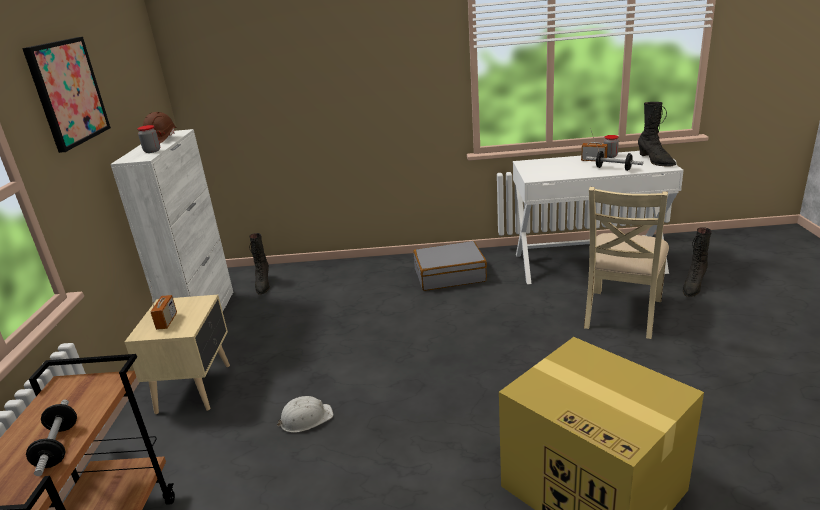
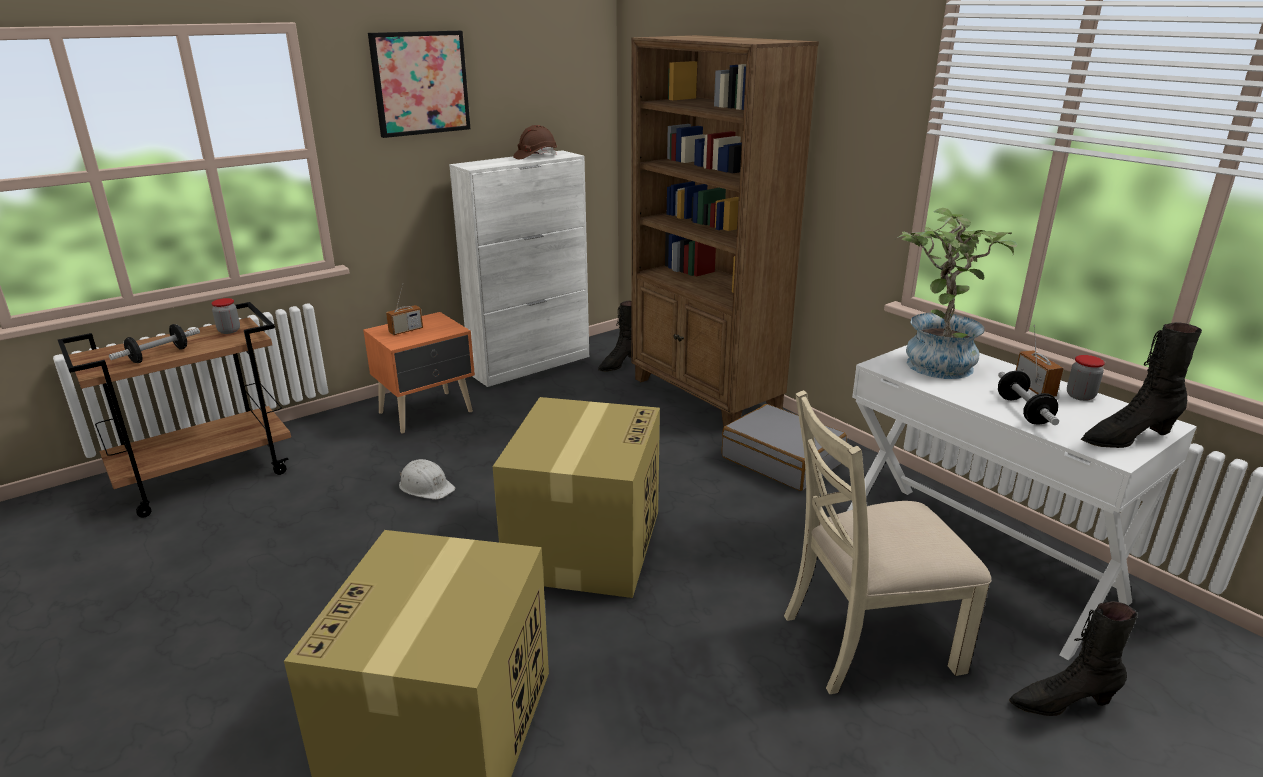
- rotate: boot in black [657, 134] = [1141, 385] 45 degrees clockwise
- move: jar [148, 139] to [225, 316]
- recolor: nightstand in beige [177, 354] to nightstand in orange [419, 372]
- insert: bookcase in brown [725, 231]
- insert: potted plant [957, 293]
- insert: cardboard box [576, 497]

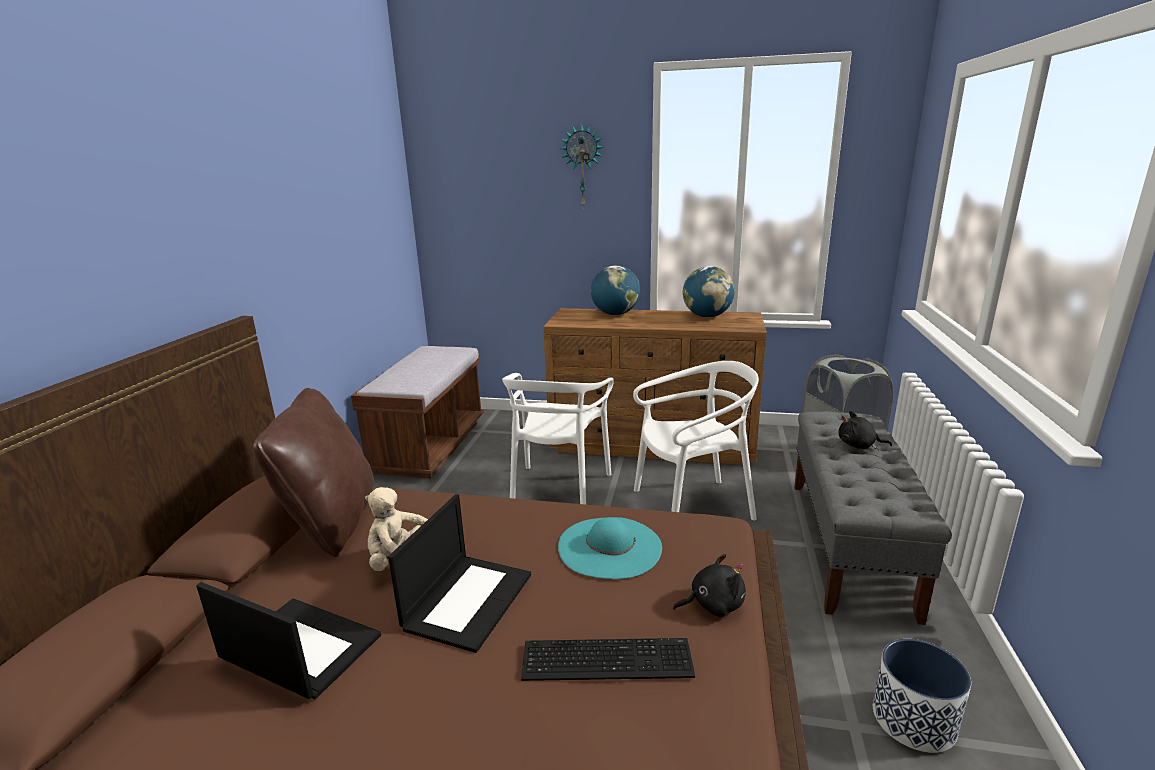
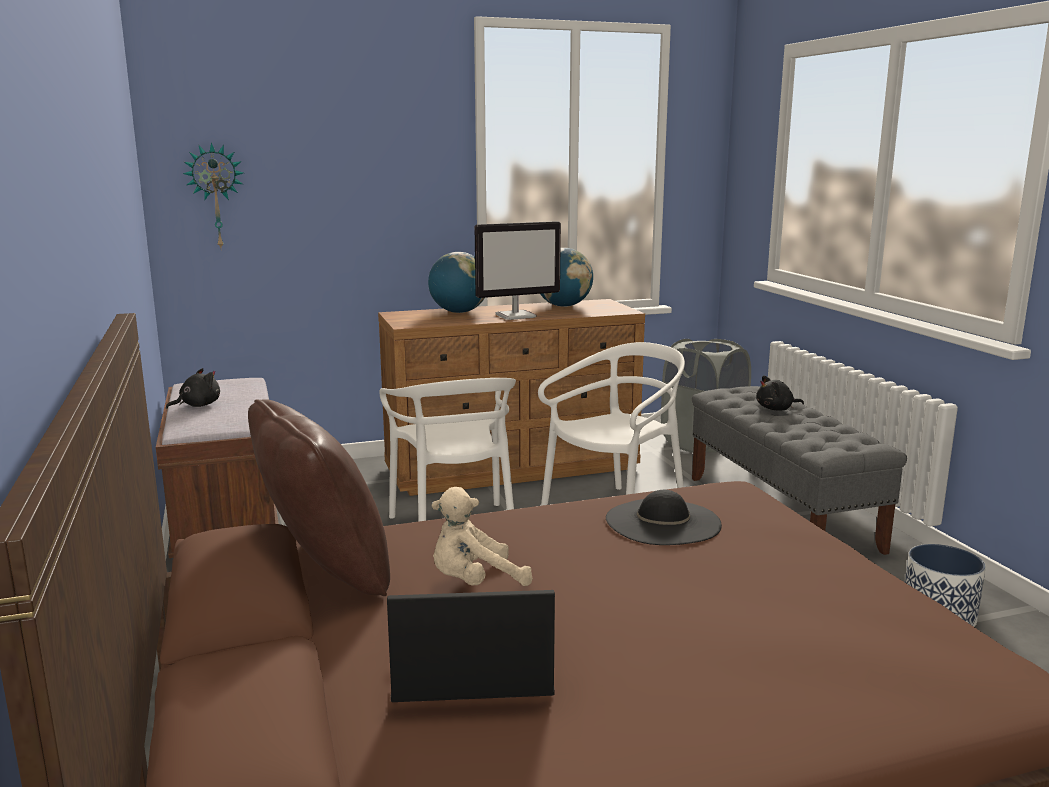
- move: wall clock [582, 165] to [213, 195]
- delete: laptop [459, 573]
- recolor: hat in turquoise [610, 548] to hat in black [664, 517]
- move: plush toy in black [709, 585] to [193, 388]
- delete: keyboard [608, 659]
- insert: monitor [517, 270]

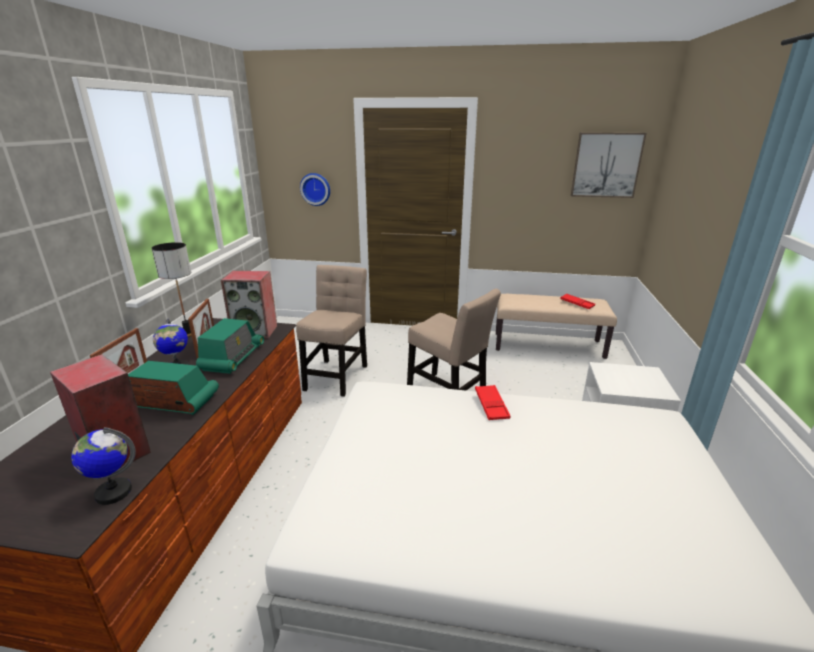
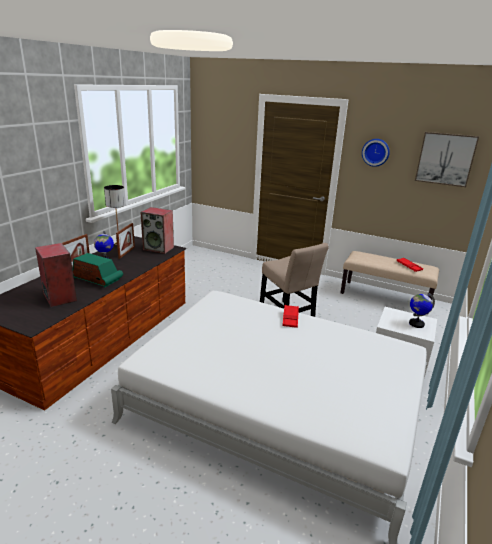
- move: wall clock [315, 189] to [376, 153]
- delete: chair in beige [331, 331]
- delete: radio [230, 346]
- move: globe [103, 466] to [422, 310]

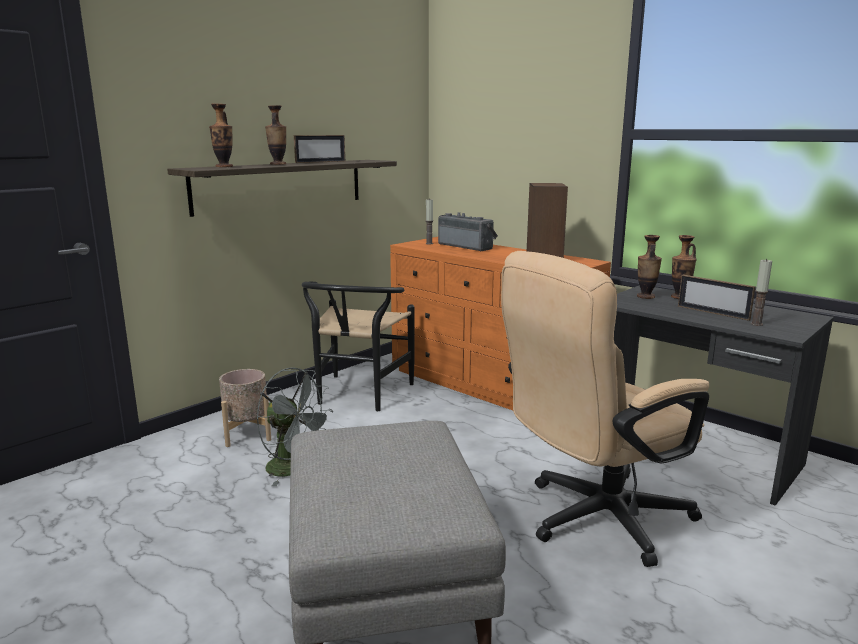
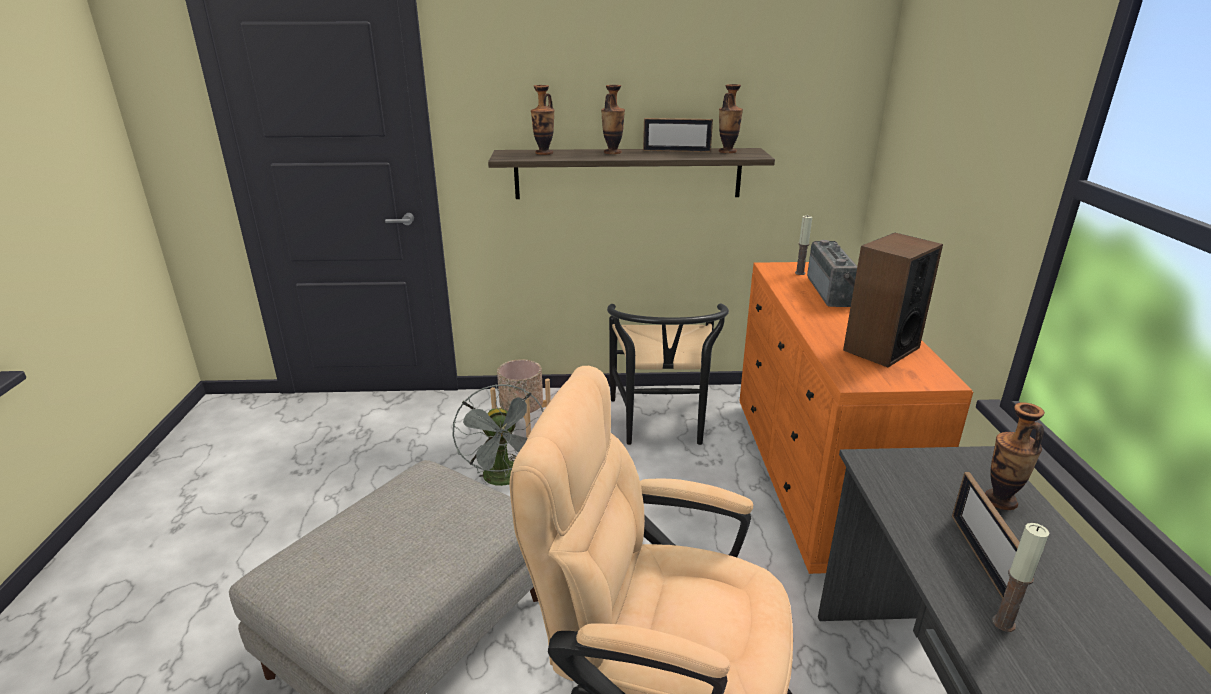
- move: vase [649, 267] to [731, 118]
- rotate: chair in black [358, 346] = [668, 374] 60 degrees counterclockwise

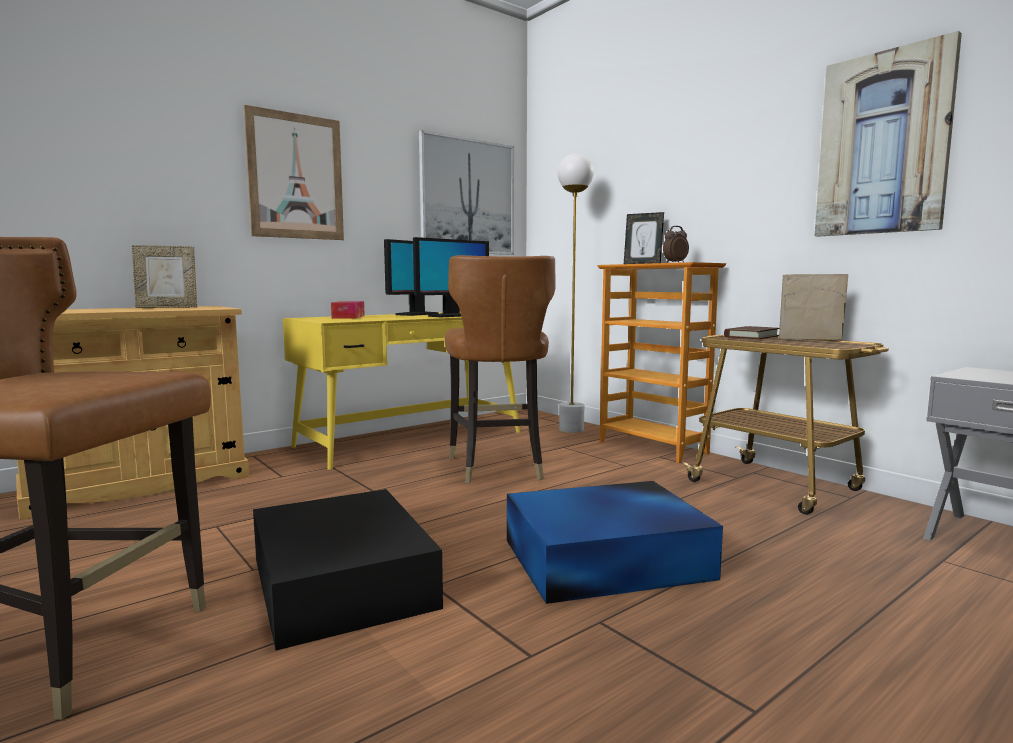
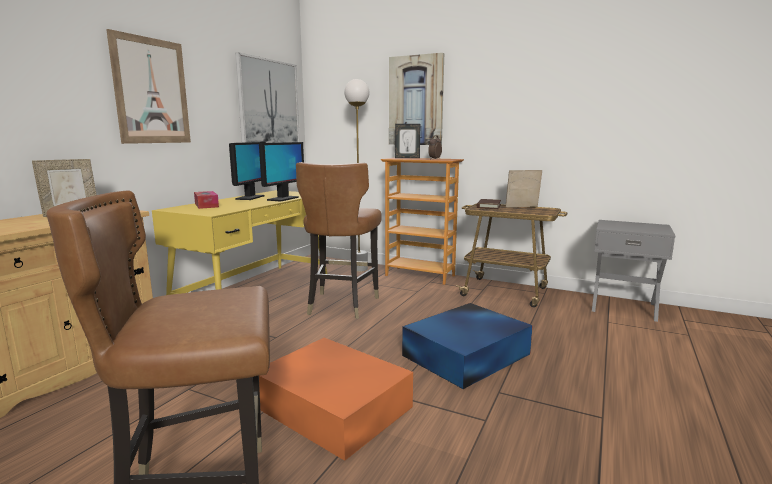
- move: picture [888, 134] to [416, 99]
- rotate: chair in brown [500, 369] = [339, 240] 45 degrees clockwise
- recolor: storage box in black [348, 569] to storage box in orange [336, 399]

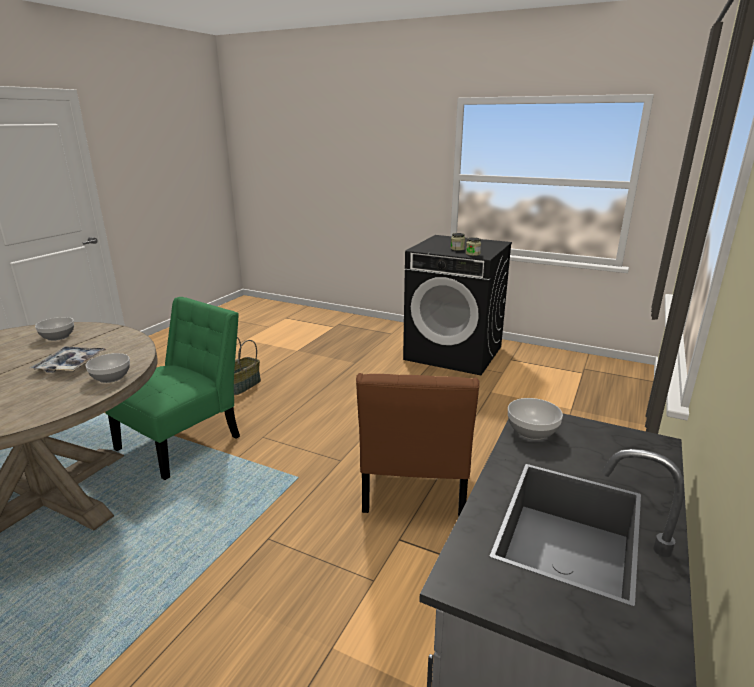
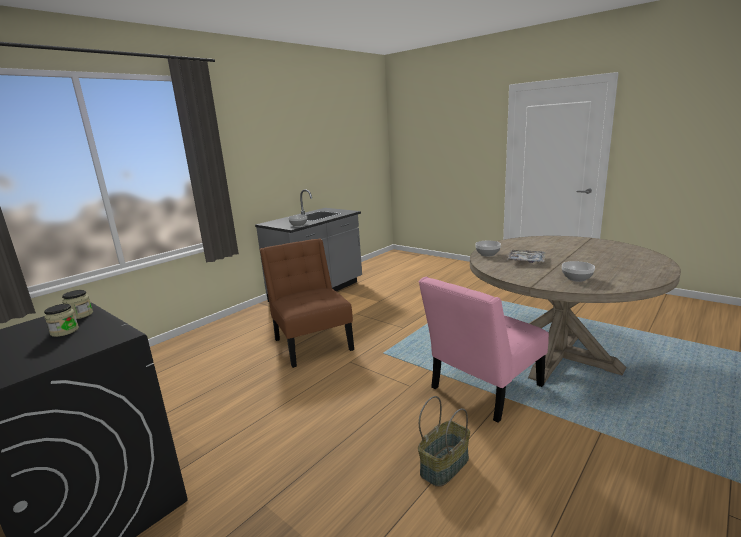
- recolor: chair in green [172, 388] to chair in pink [484, 350]
- rotate: chair in brown [418, 445] = [307, 303] 45 degrees counterclockwise

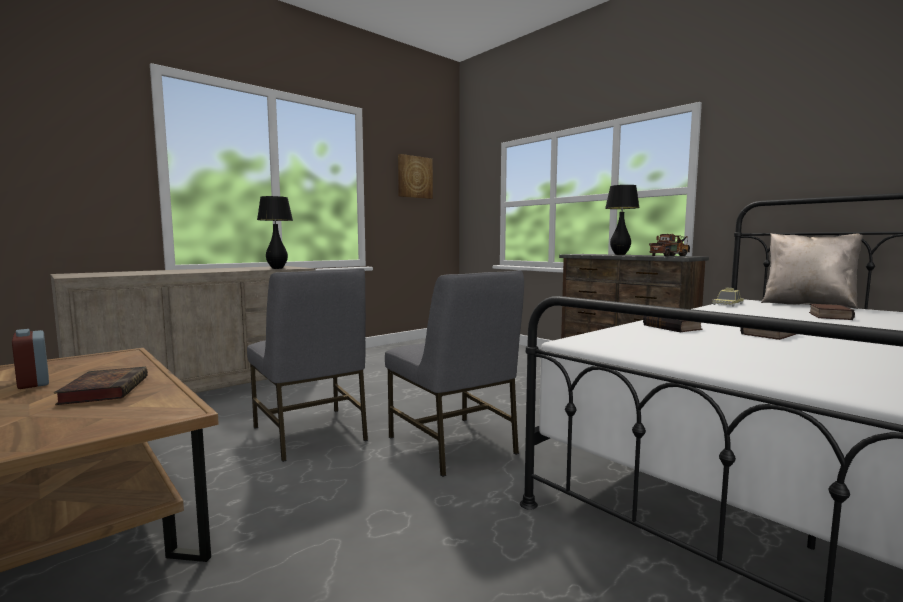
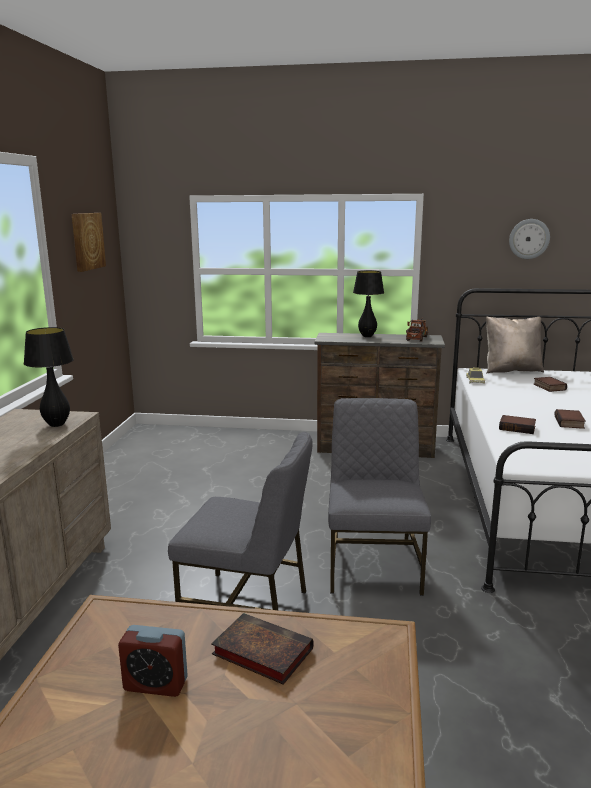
- rotate: chair in grey [454, 373] = [379, 497] 105 degrees counterclockwise
- insert: wall clock [529, 239]

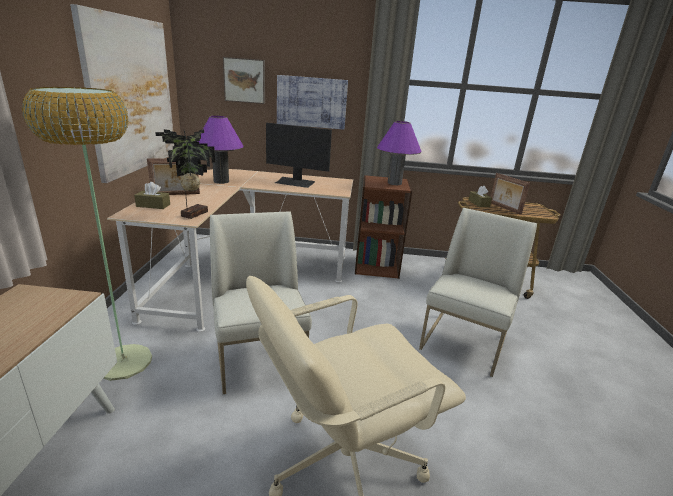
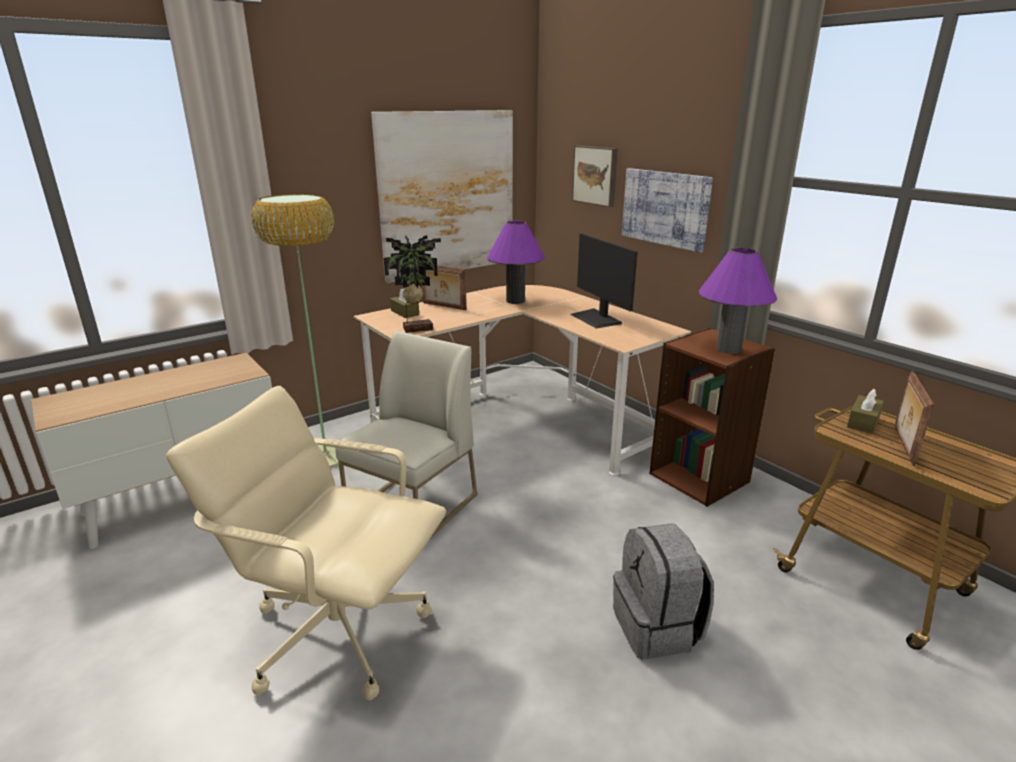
- replace: chair in white [478, 292] to backpack in grey [663, 591]

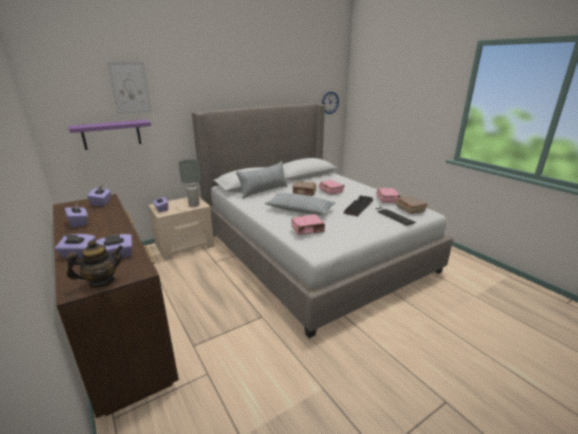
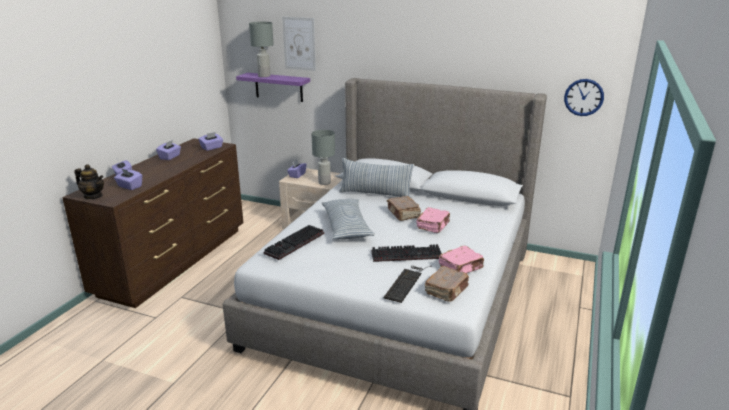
- replace: book in pink [308, 224] to keyboard [294, 242]
- insert: table lamp in grey [261, 49]

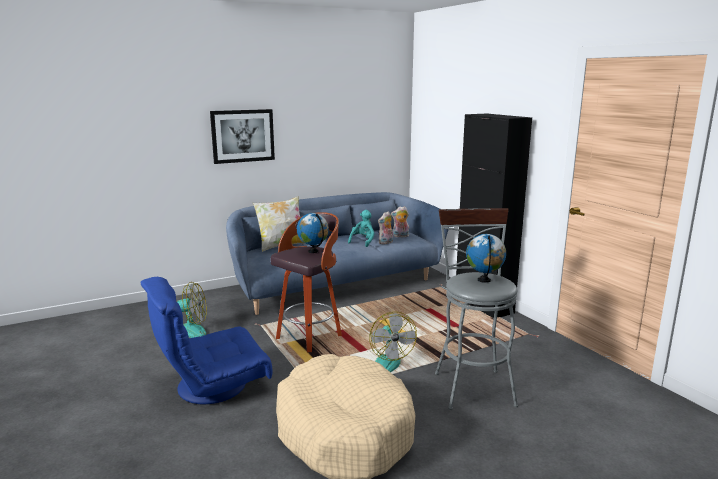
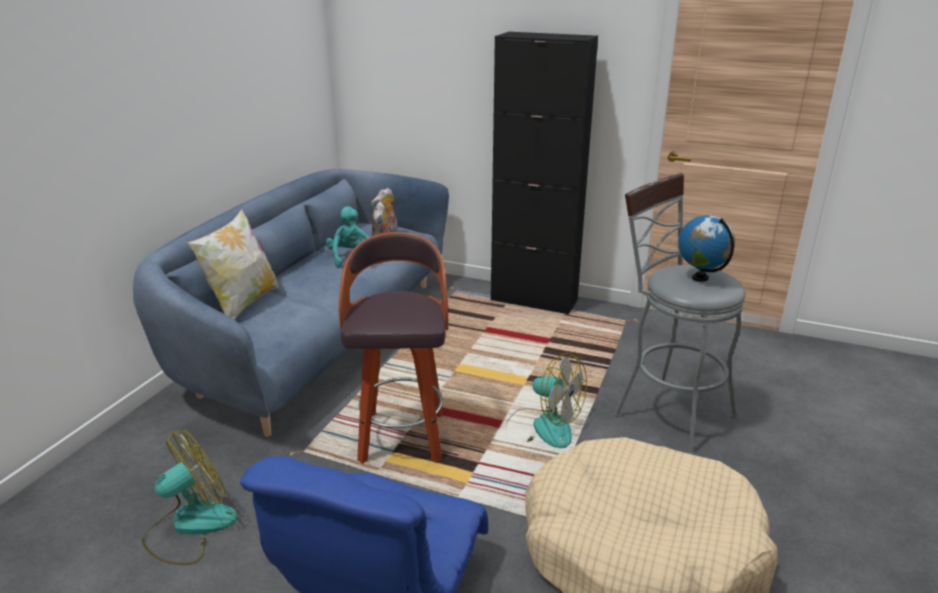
- delete: picture [242, 136]
- delete: globe [313, 233]

